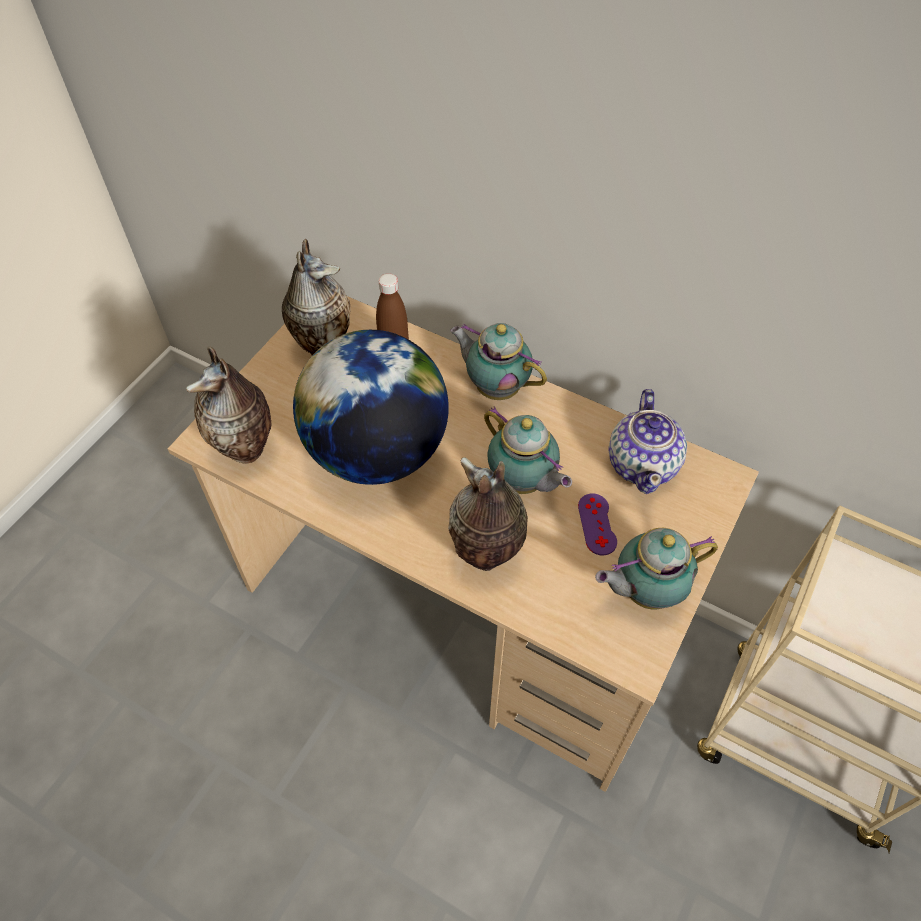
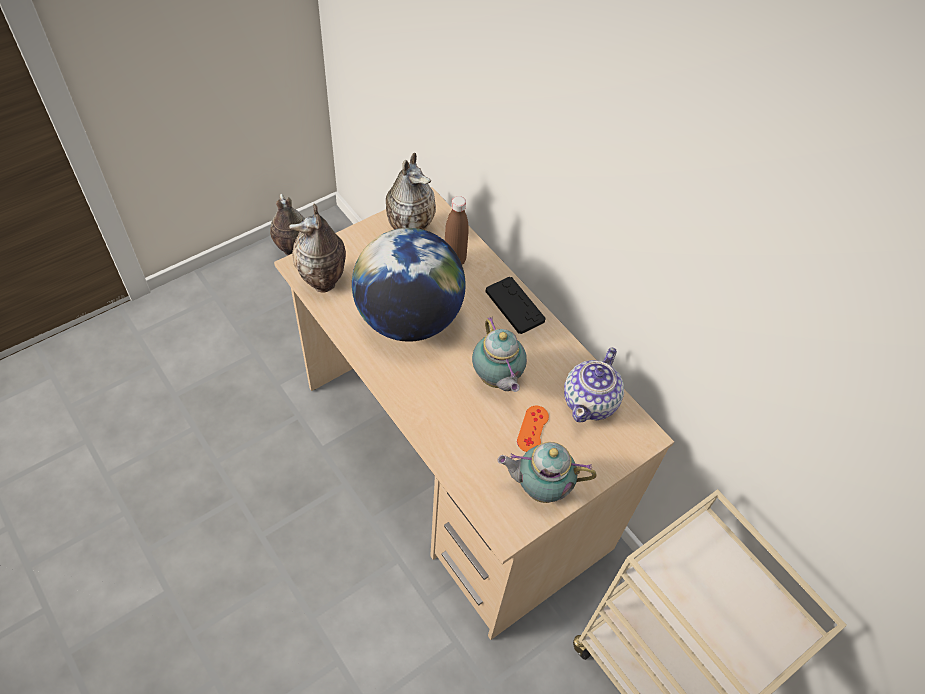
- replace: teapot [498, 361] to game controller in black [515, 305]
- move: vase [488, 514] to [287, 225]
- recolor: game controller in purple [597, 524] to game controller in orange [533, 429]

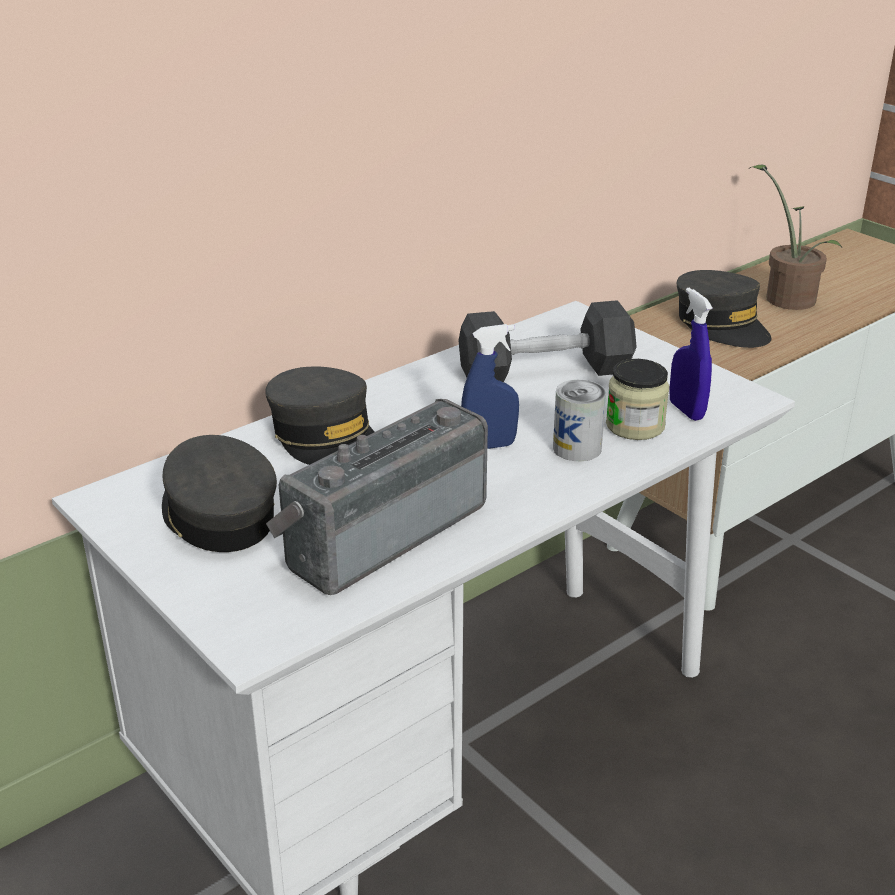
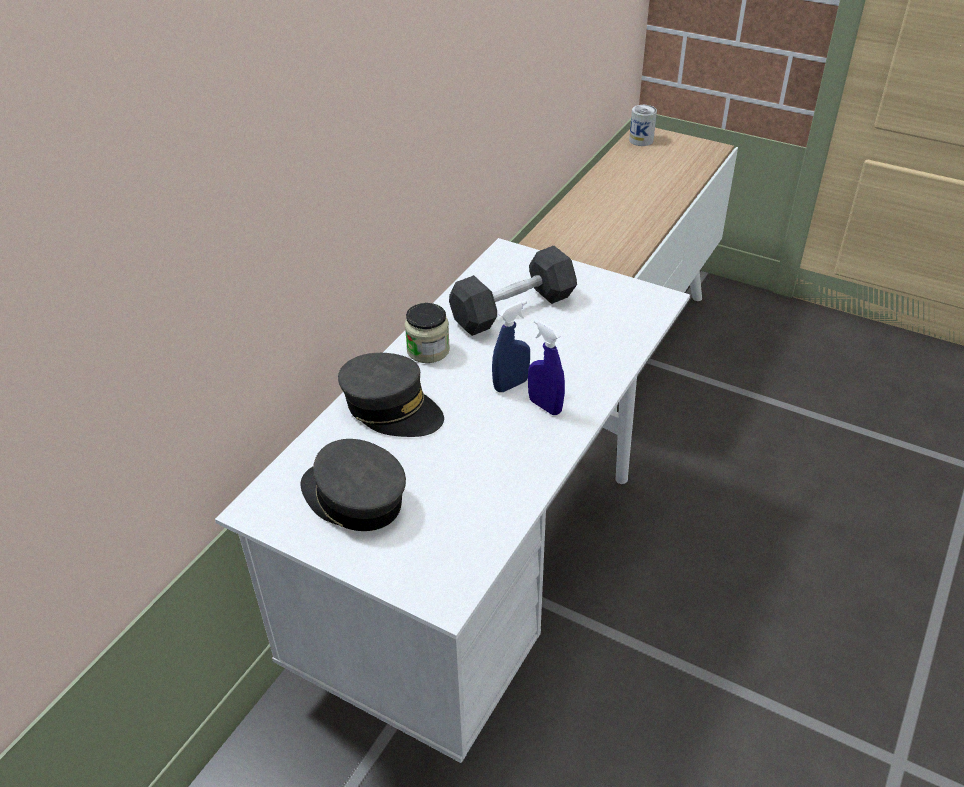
- delete: potted plant [796, 237]
- delete: cap in grey [724, 309]
- move: spray bottle in blue [691, 354] to [546, 367]
- move: jar [638, 399] to [427, 333]
- move: can [579, 420] to [643, 125]
- delete: radio [377, 497]

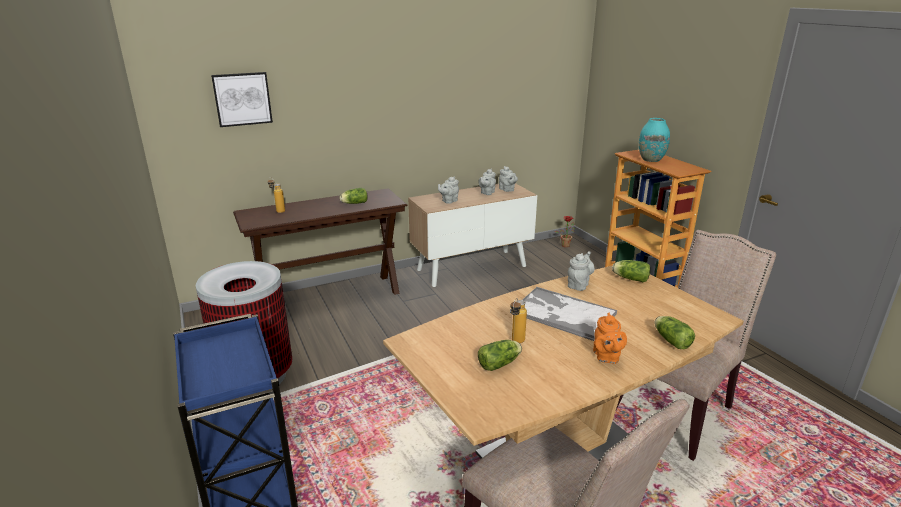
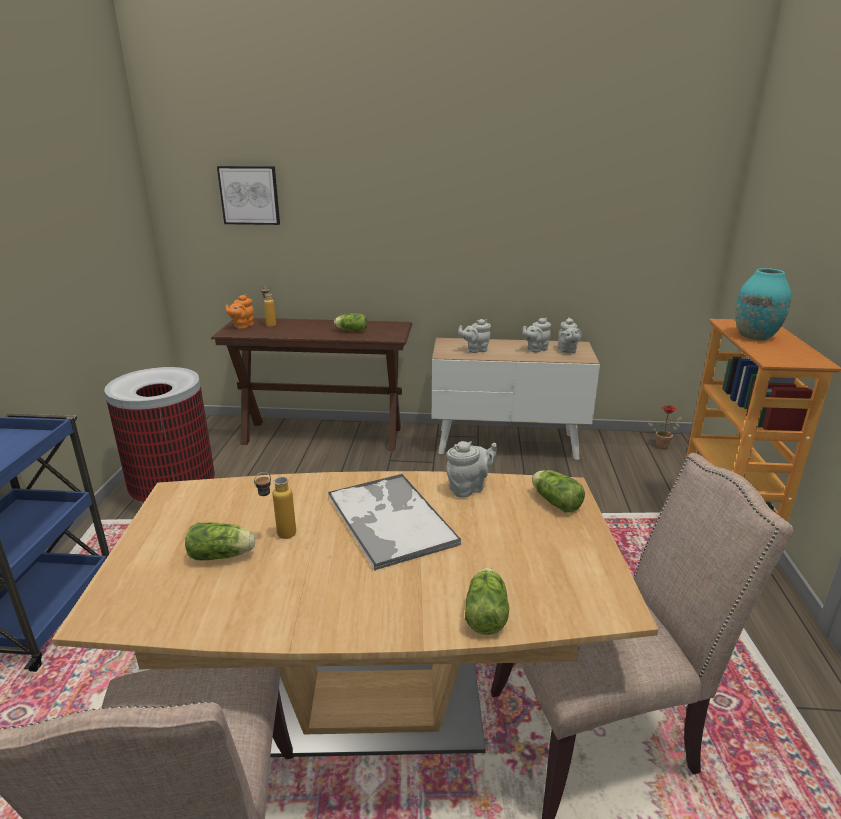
- move: teapot in orange [610, 338] to [239, 311]

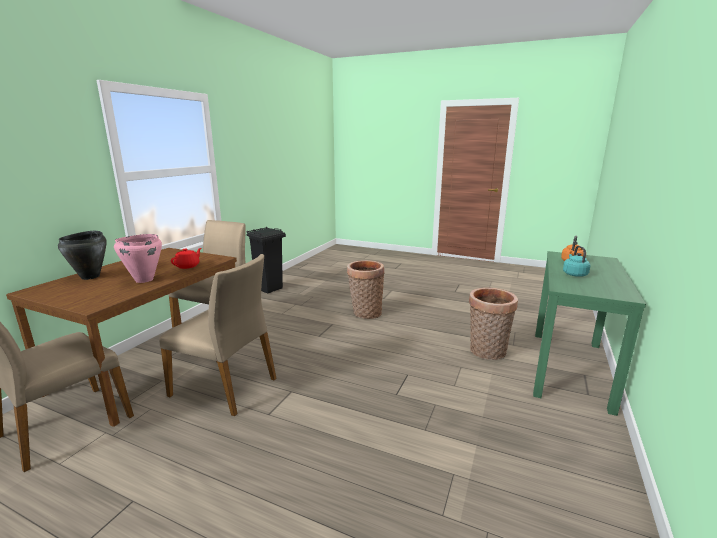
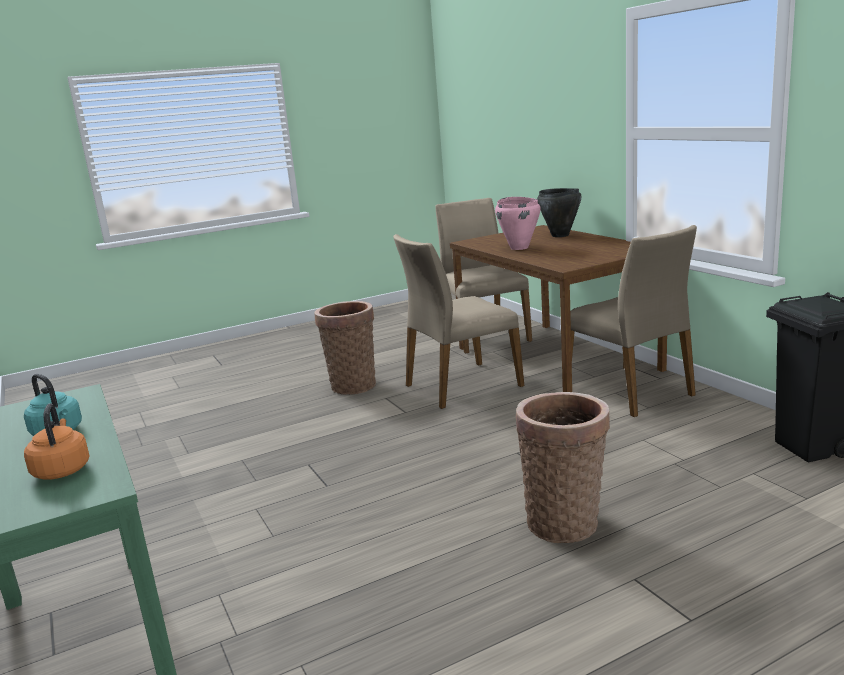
- delete: teapot in red [186, 258]
- move: basket [493, 324] to [345, 348]

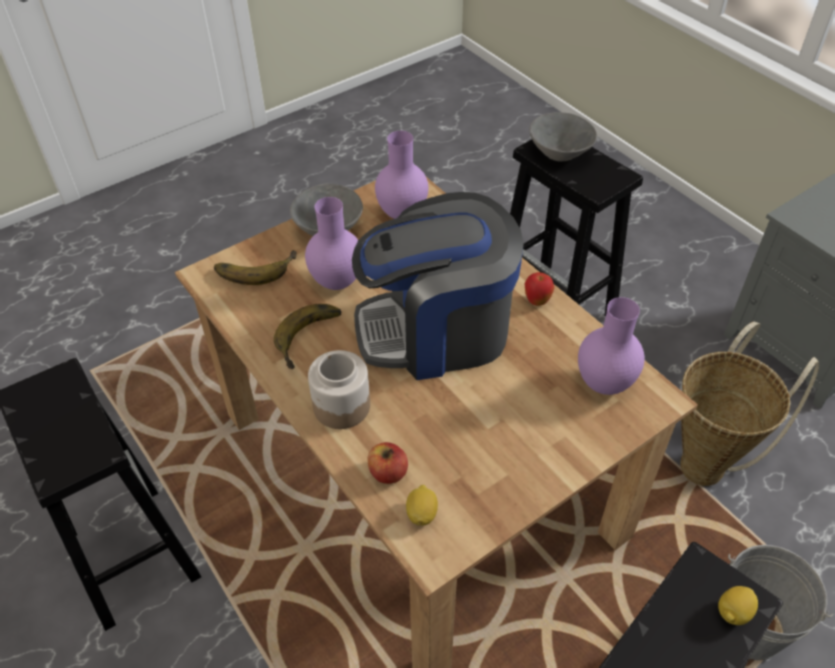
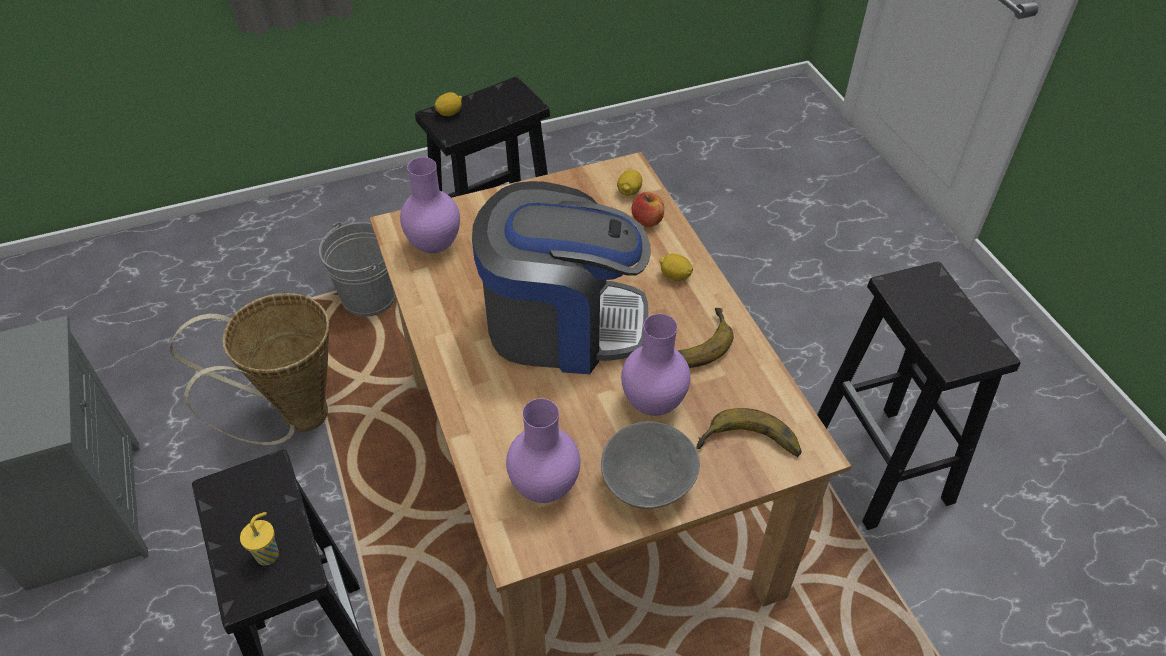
- replace: bowl in grey [563, 136] to cup in yellow [259, 538]
- delete: apple [540, 289]
- replace: jar [339, 389] to lemon [676, 267]

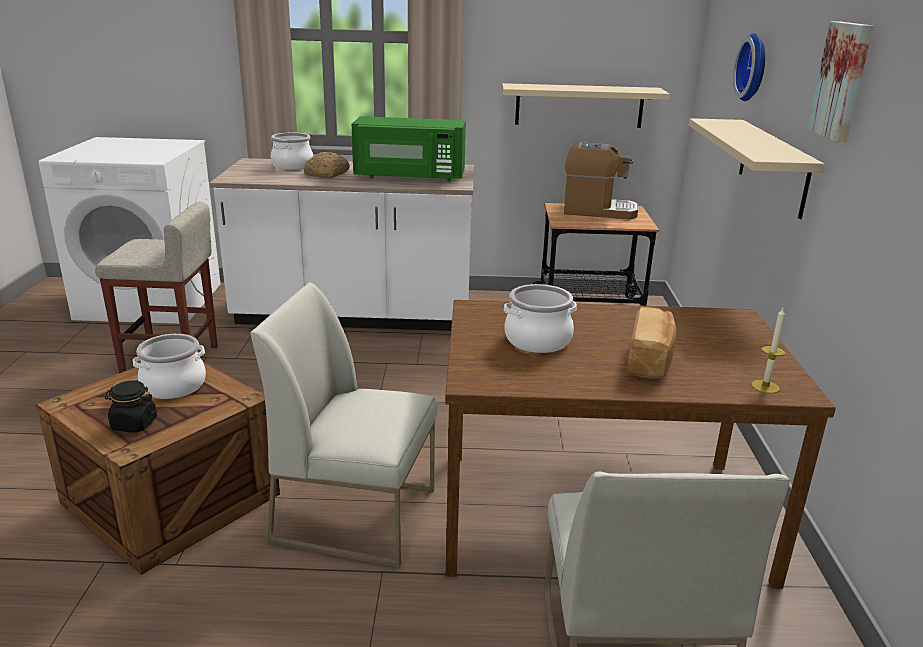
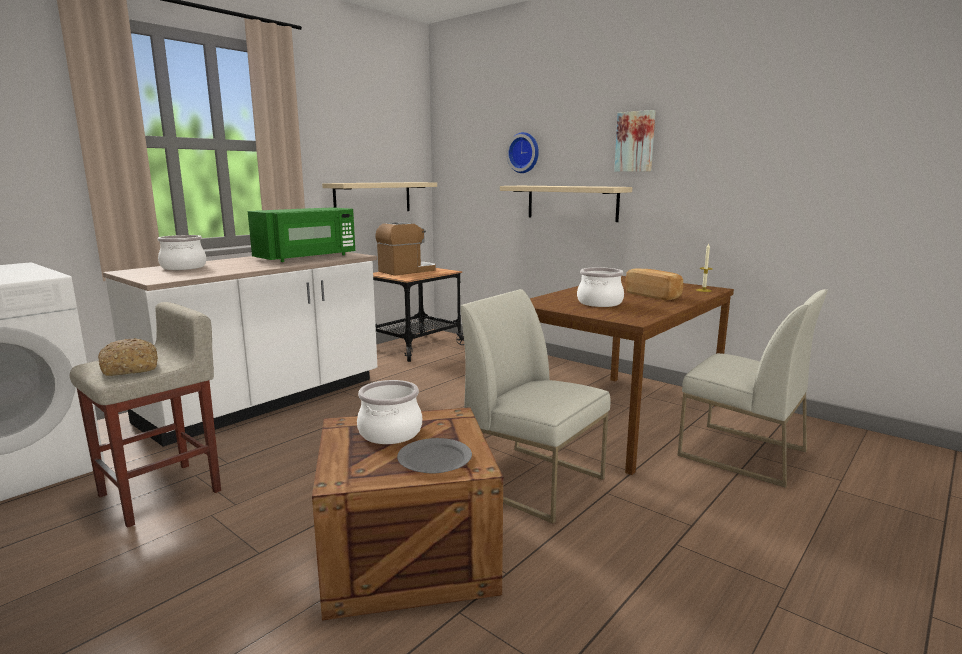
- move: bread [327, 165] to [128, 357]
- rotate: chair in white [343, 425] = [535, 406] 75 degrees clockwise
- replace: jar in black [131, 406] to plate in grey [434, 455]

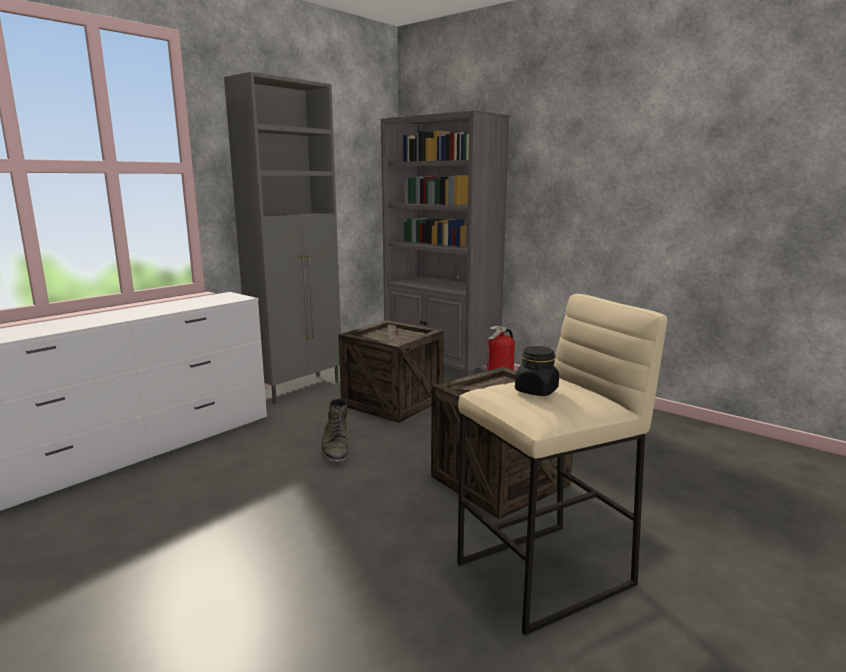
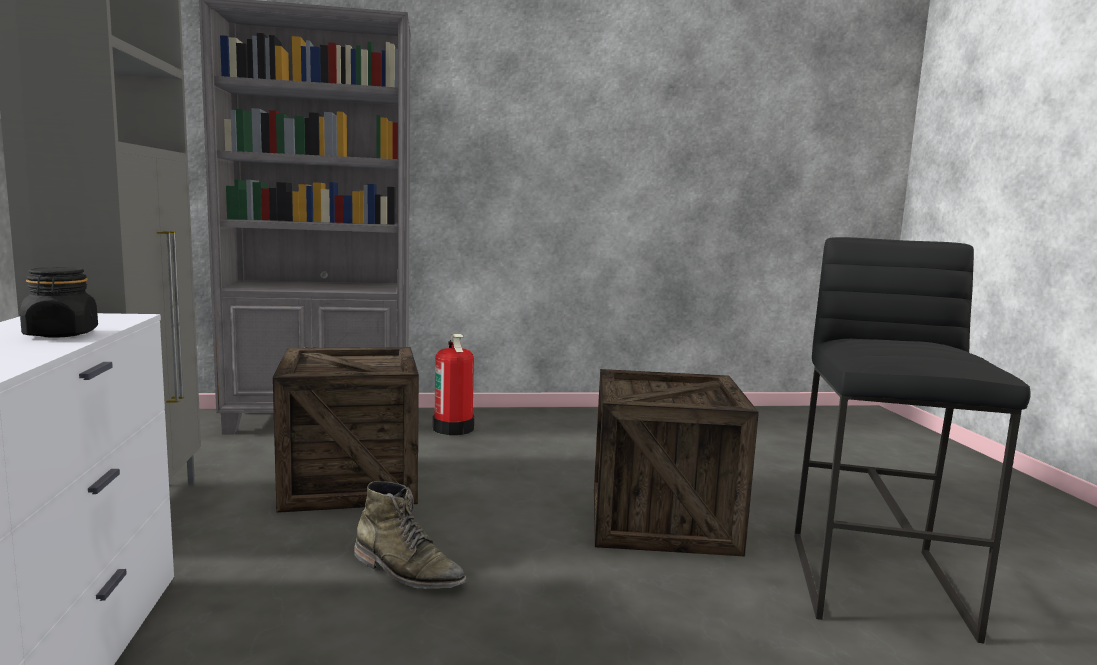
- recolor: stool in beige [562, 464] to stool in black [912, 440]
- move: jar in black [537, 371] to [59, 302]

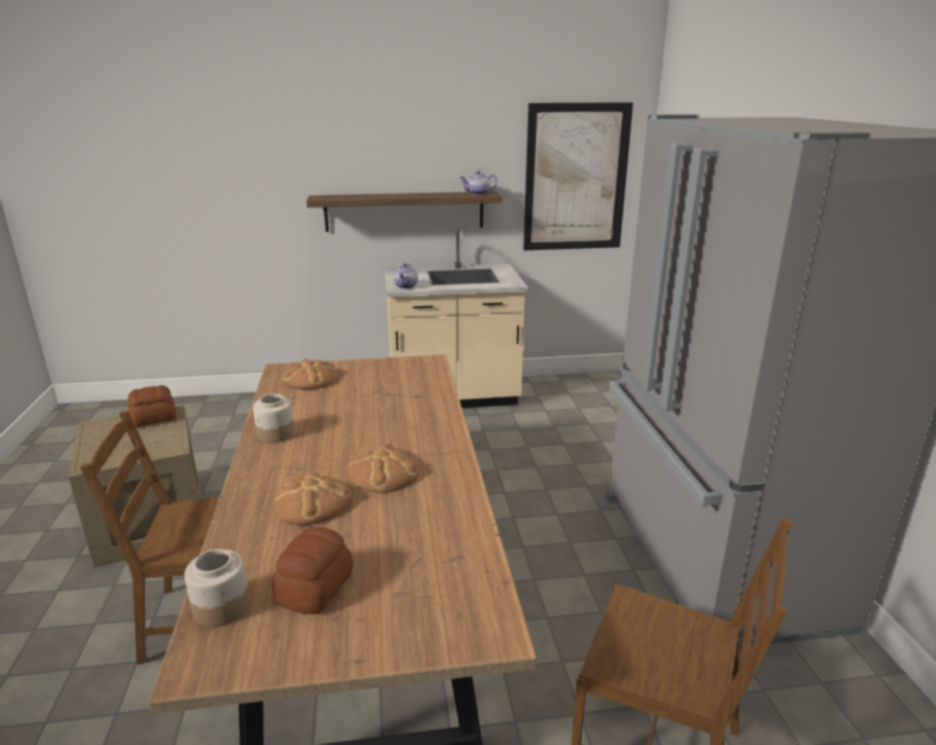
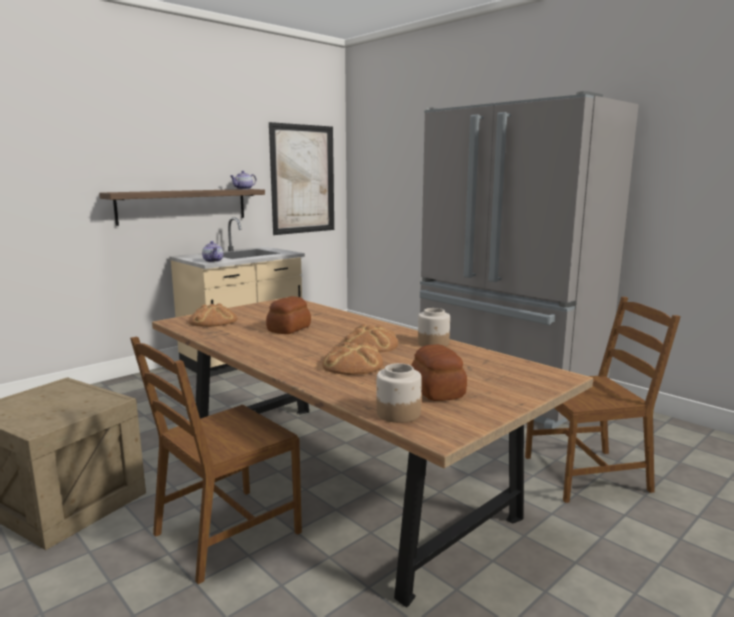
- move: bread [152, 406] to [288, 315]
- move: jar [273, 418] to [434, 327]

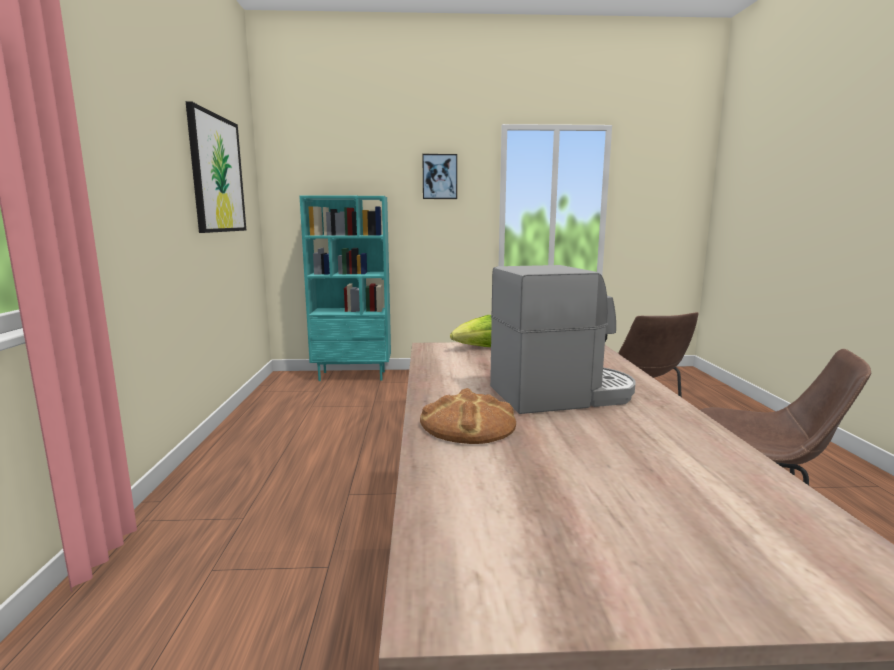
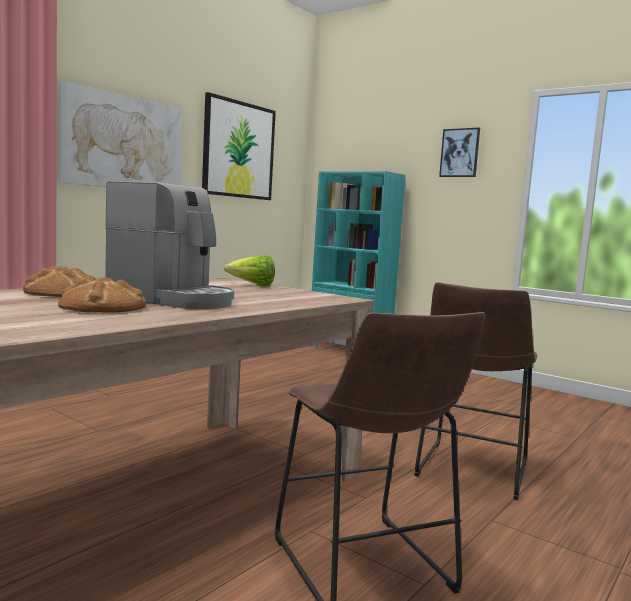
- insert: picture [121, 134]
- insert: bread [102, 294]

